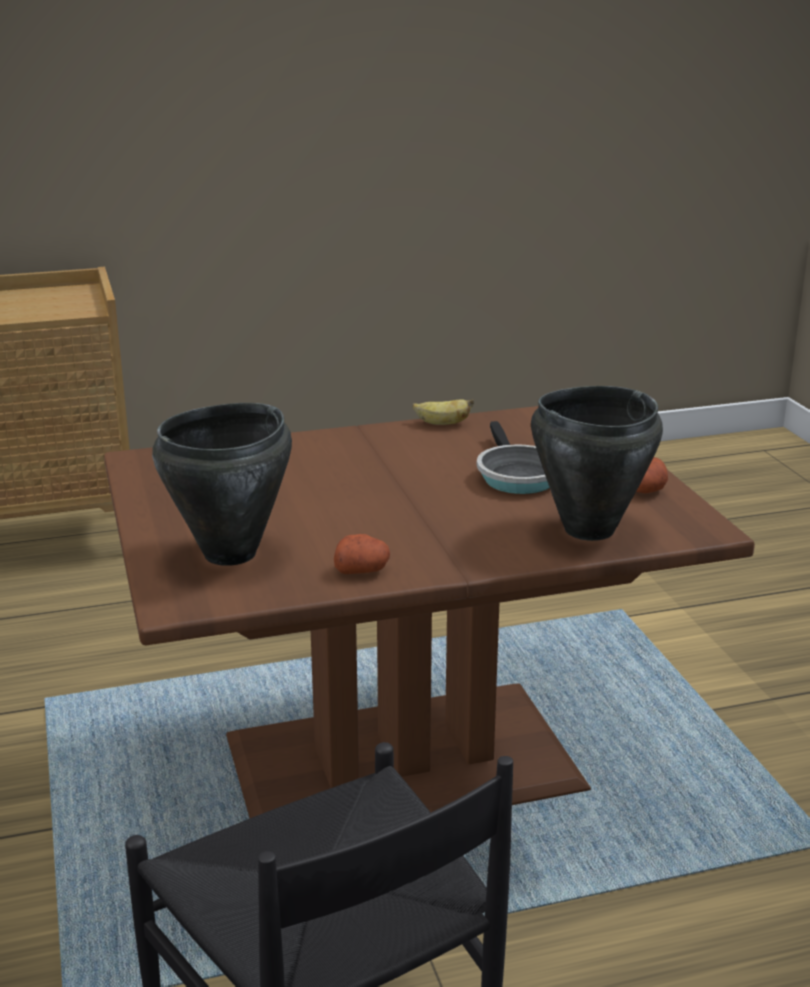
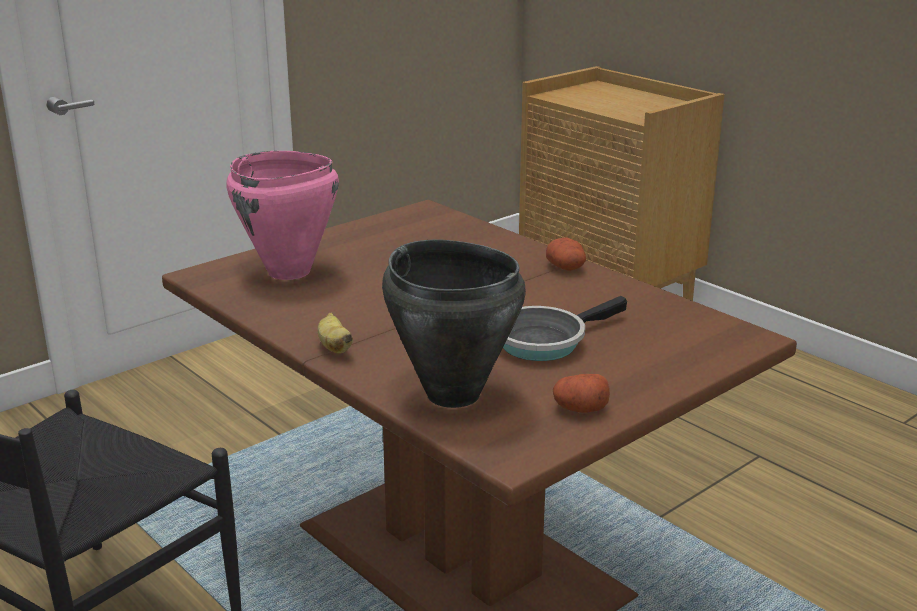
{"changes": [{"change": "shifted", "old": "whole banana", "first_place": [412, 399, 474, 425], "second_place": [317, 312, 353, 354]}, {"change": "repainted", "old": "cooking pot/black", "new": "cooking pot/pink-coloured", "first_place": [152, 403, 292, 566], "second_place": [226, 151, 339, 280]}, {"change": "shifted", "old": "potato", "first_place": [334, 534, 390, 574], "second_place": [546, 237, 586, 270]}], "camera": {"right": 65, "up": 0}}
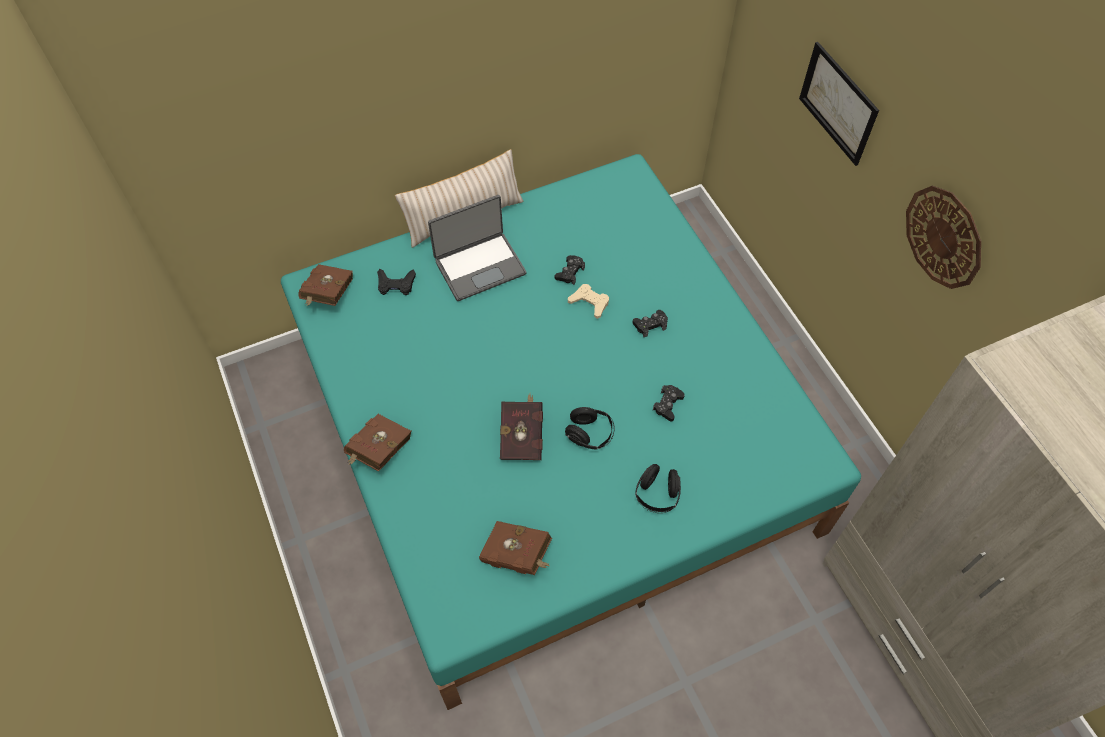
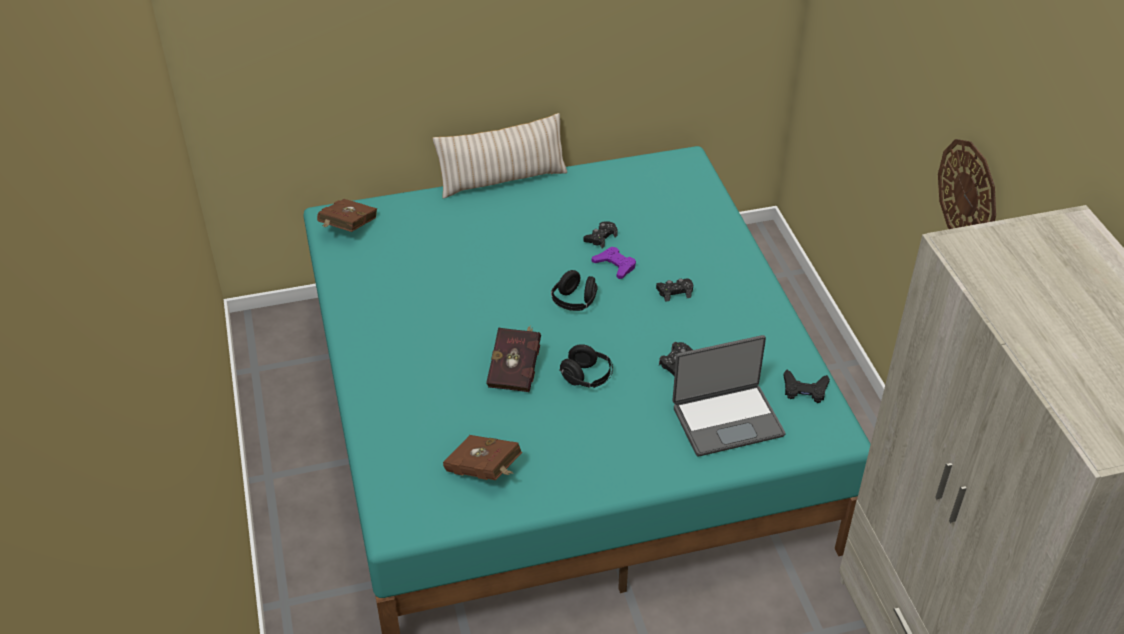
{"changes": [{"change": "gone", "old": "wall art", "first_place": [799, 42, 879, 166]}, {"change": "shifted", "old": "notebook computer", "first_place": [428, 195, 526, 301], "second_place": [672, 335, 785, 457]}, {"change": "shifted", "old": "joypad/black", "first_place": [377, 269, 416, 295], "second_place": [783, 370, 830, 403]}, {"change": "repainted", "old": "joypad/sand-coloured", "new": "joypad/purple", "first_place": [568, 284, 609, 319], "second_place": [592, 247, 636, 279]}, {"change": "gone", "old": "book/brown", "first_place": [344, 414, 412, 472]}, {"change": "shifted", "old": "pair of headphones/black", "first_place": [635, 464, 681, 513], "second_place": [551, 270, 598, 311]}], "camera": {"right": 10, "up": -15}}
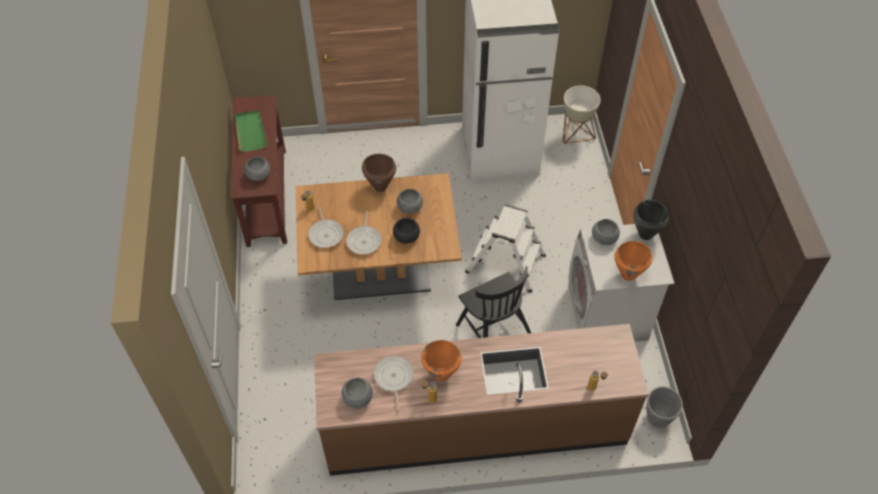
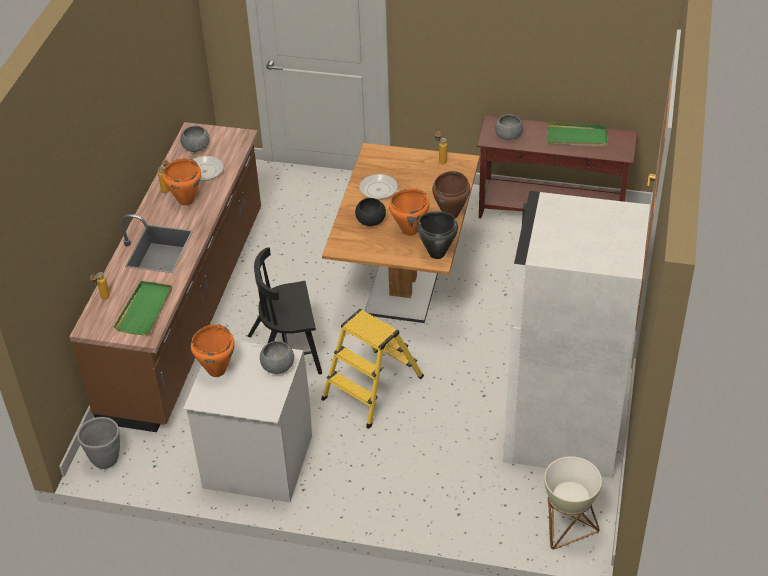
{"changes": [{"change": "swapped", "old": "deep dish/greyish", "new": "cooking pot/orange", "first_place": [397, 189, 423, 214], "second_place": [389, 189, 429, 236]}, {"change": "shifted", "old": "cooking pot/black", "first_place": [634, 200, 669, 240], "second_place": [417, 211, 458, 259]}, {"change": "repainted", "old": "stepladder/white-coloured", "new": "stepladder/yellow", "first_place": [465, 204, 546, 293], "second_place": [321, 309, 424, 429]}, {"change": "gone", "old": "pan", "first_place": [308, 206, 344, 248]}, {"change": "new", "new": "carrying tray/greenish", "second_place": [113, 281, 172, 335]}], "camera": {"right": 110, "up": -10}}
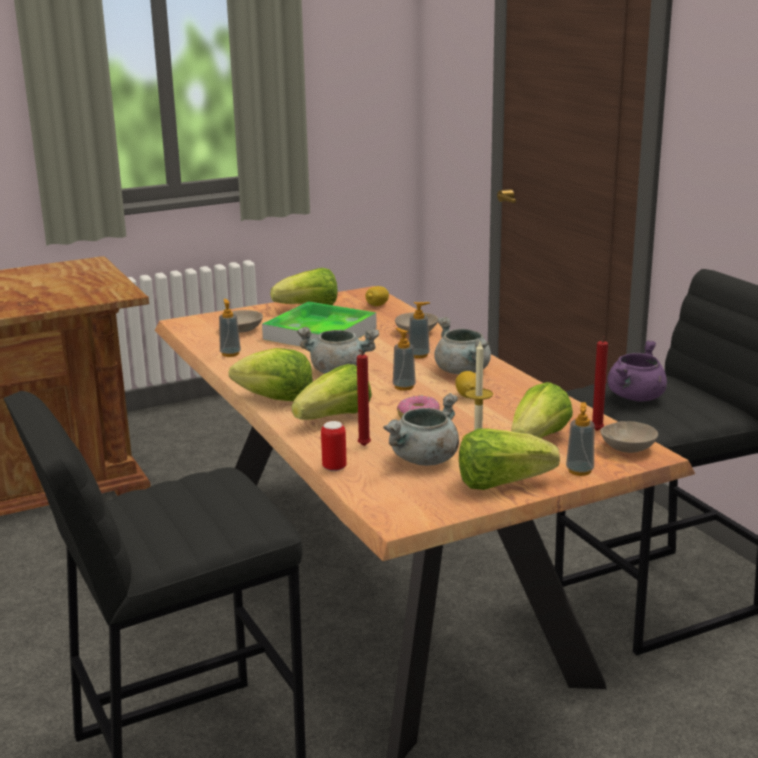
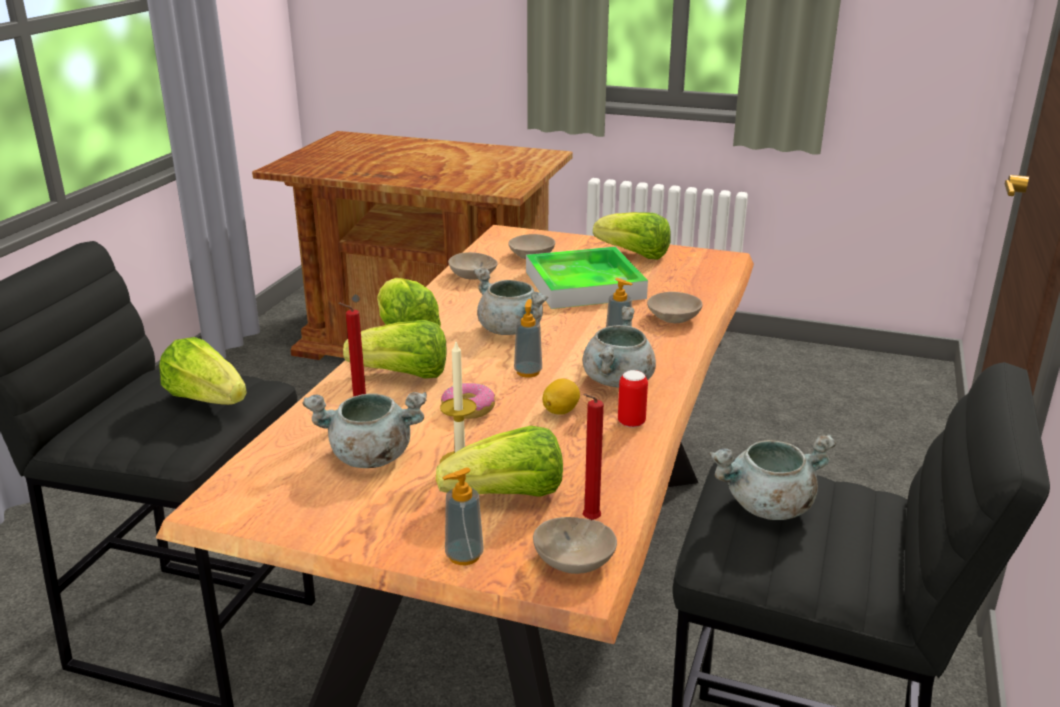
{"changes": [{"change": "gone", "old": "whole lemon", "first_place": [365, 286, 389, 306]}, {"change": "swapped", "old": "soap dispenser", "new": "deep dish/sand-coloured", "first_place": [219, 299, 241, 357], "second_place": [448, 252, 498, 280]}, {"change": "repainted", "old": "cooking pot/purple", "new": "cooking pot/greyish", "first_place": [607, 340, 667, 401], "second_place": [709, 434, 836, 520]}, {"change": "shifted", "old": "can", "first_place": [321, 421, 347, 471], "second_place": [618, 370, 648, 428]}, {"change": "shifted", "old": "lettuce", "first_place": [459, 428, 560, 490], "second_place": [159, 337, 247, 405]}], "camera": {"right": 45, "up": 5}}
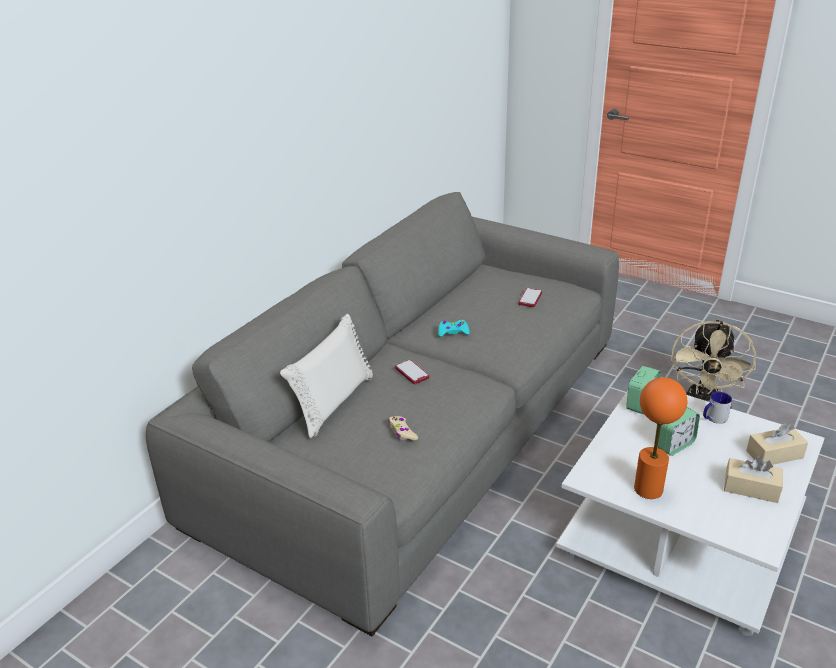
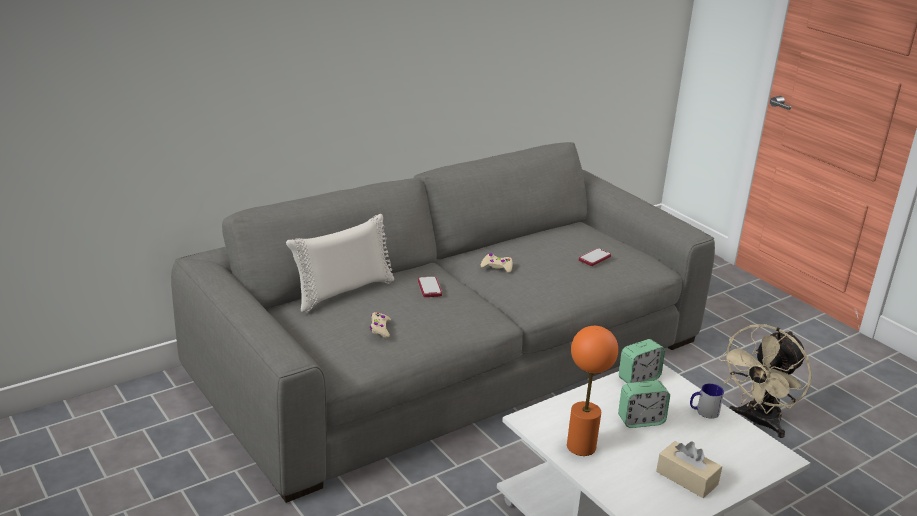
{"changes": [{"change": "repainted", "old": "joypad/turquoise-coloured", "new": "joypad/sand-coloured", "first_place": [438, 320, 470, 337], "second_place": [481, 253, 512, 273]}, {"change": "gone", "old": "tissue holder/sand-coloured", "first_place": [746, 423, 808, 465]}], "camera": {"right": 20, "up": -5}}
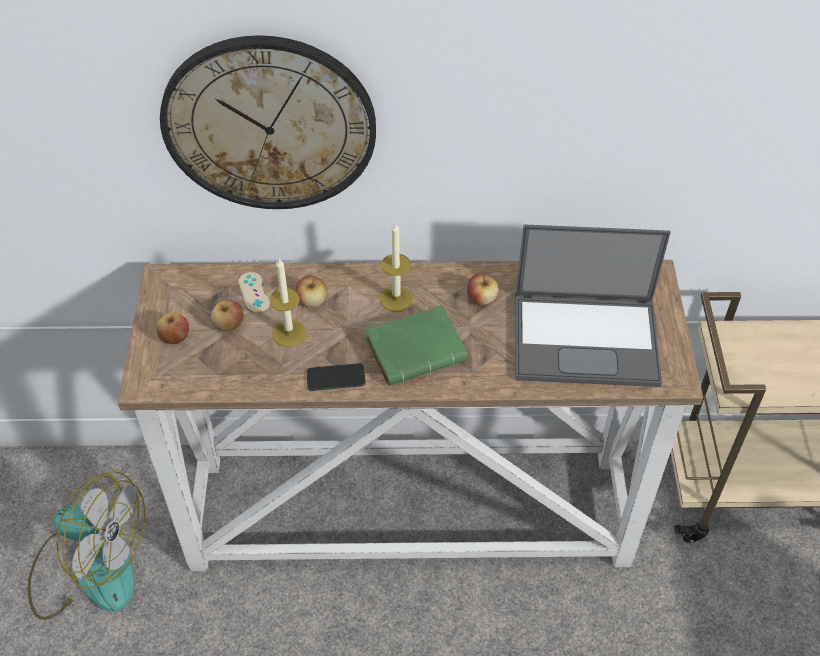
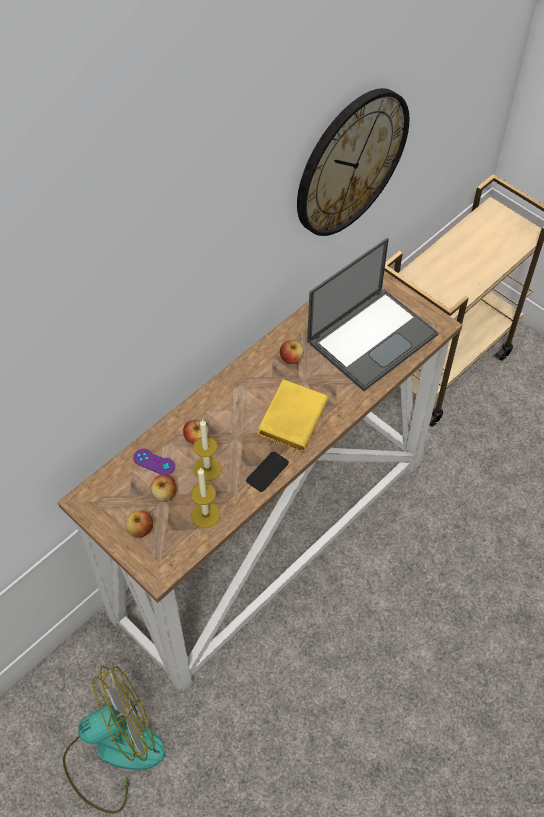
{"changes": [{"change": "shifted", "old": "hanging clock", "first_place": [160, 35, 376, 209], "second_place": [297, 88, 410, 236]}, {"change": "shifted", "old": "wax candle", "first_place": [380, 222, 413, 312], "second_place": [191, 467, 220, 528]}, {"change": "repainted", "old": "joypad/sand-coloured", "new": "joypad/purple", "first_place": [238, 272, 270, 313], "second_place": [133, 449, 175, 475]}, {"change": "repainted", "old": "book/greenish", "new": "book/yellow", "first_place": [365, 305, 468, 386], "second_place": [257, 379, 328, 451]}], "camera": {"right": -45, "up": 5}}
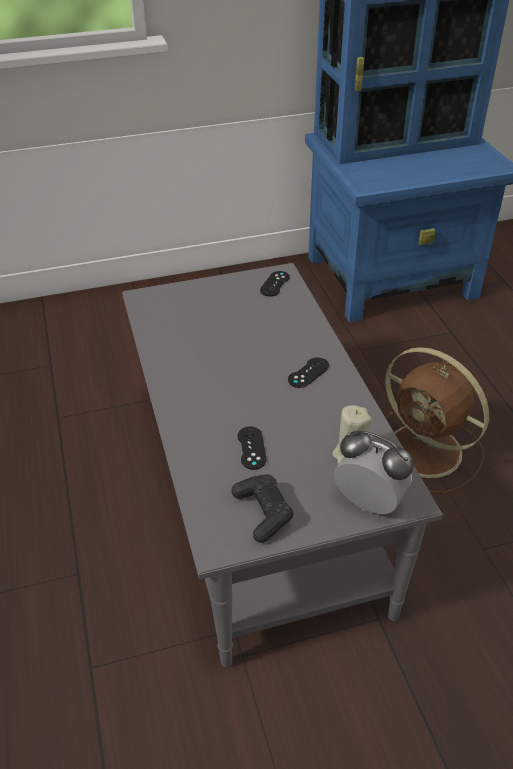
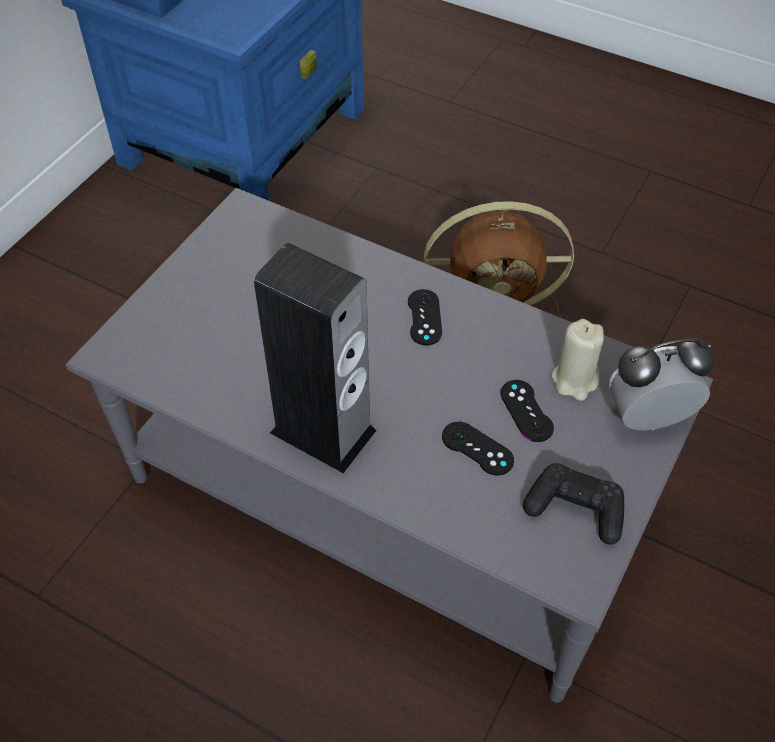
{"changes": [{"change": "shifted", "old": "joypad/black", "first_place": [260, 271, 289, 297], "second_place": [500, 380, 554, 442]}, {"change": "new", "new": "speaker", "second_place": [254, 243, 377, 473]}], "camera": {"right": -45, "up": 10}}
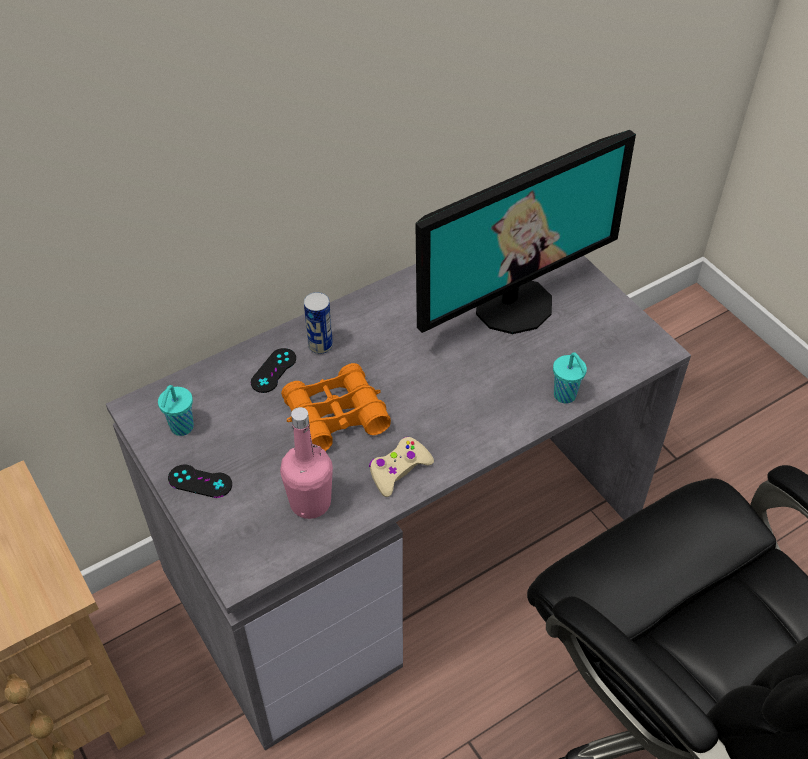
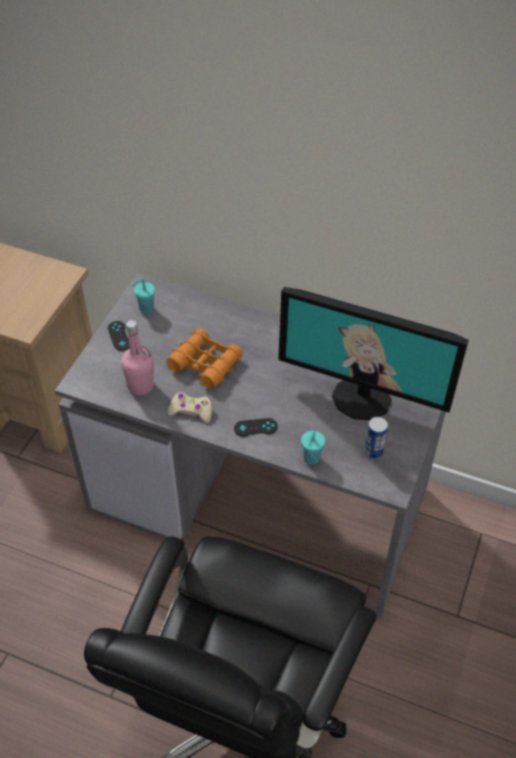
{"changes": [{"change": "shifted", "old": "can", "first_place": [304, 292, 333, 354], "second_place": [364, 417, 388, 460]}, {"change": "shifted", "old": "joypad/black", "first_place": [251, 348, 296, 393], "second_place": [234, 418, 278, 437]}], "camera": {"right": 55, "up": 0}}
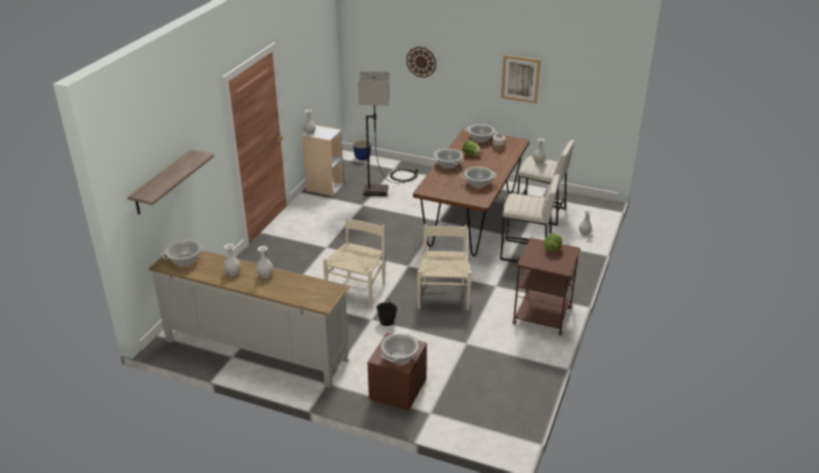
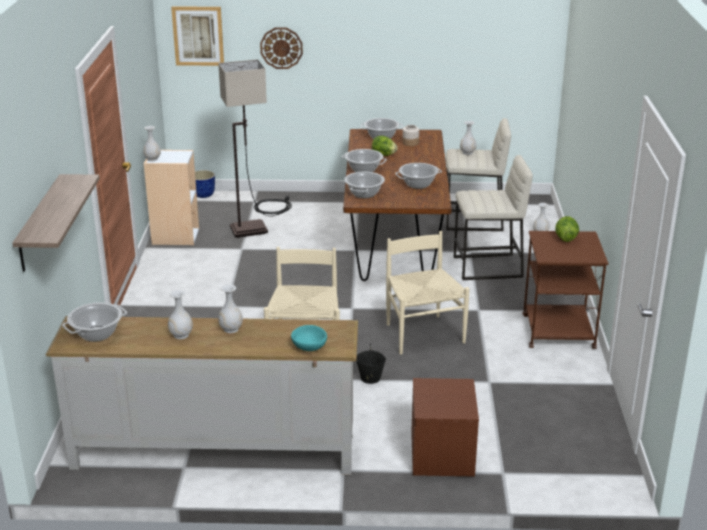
{"changes": [{"change": "shifted", "old": "wall art", "first_place": [501, 55, 541, 104], "second_place": [171, 6, 224, 66]}, {"change": "shifted", "old": "cooking pot", "first_place": [381, 334, 419, 364], "second_place": [344, 172, 385, 198]}, {"change": "new", "new": "deep dish/turquoise-coloured", "second_place": [291, 325, 327, 351]}], "camera": {"right": -20, "up": -5}}
